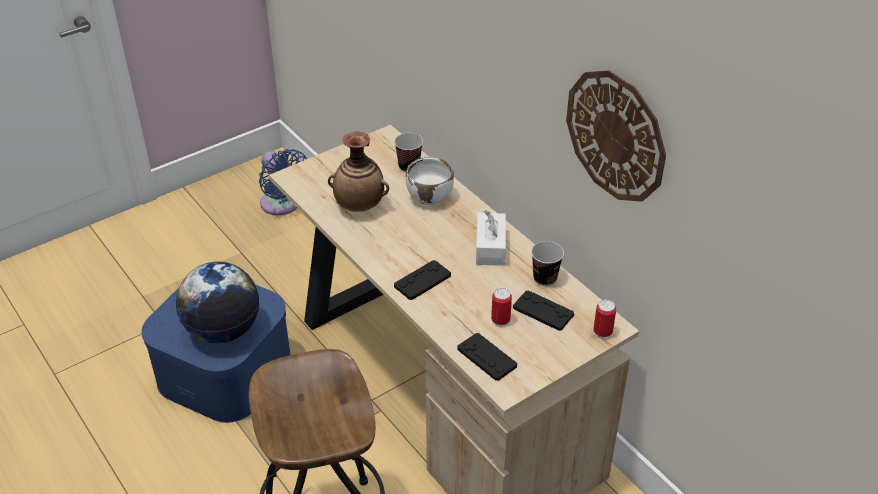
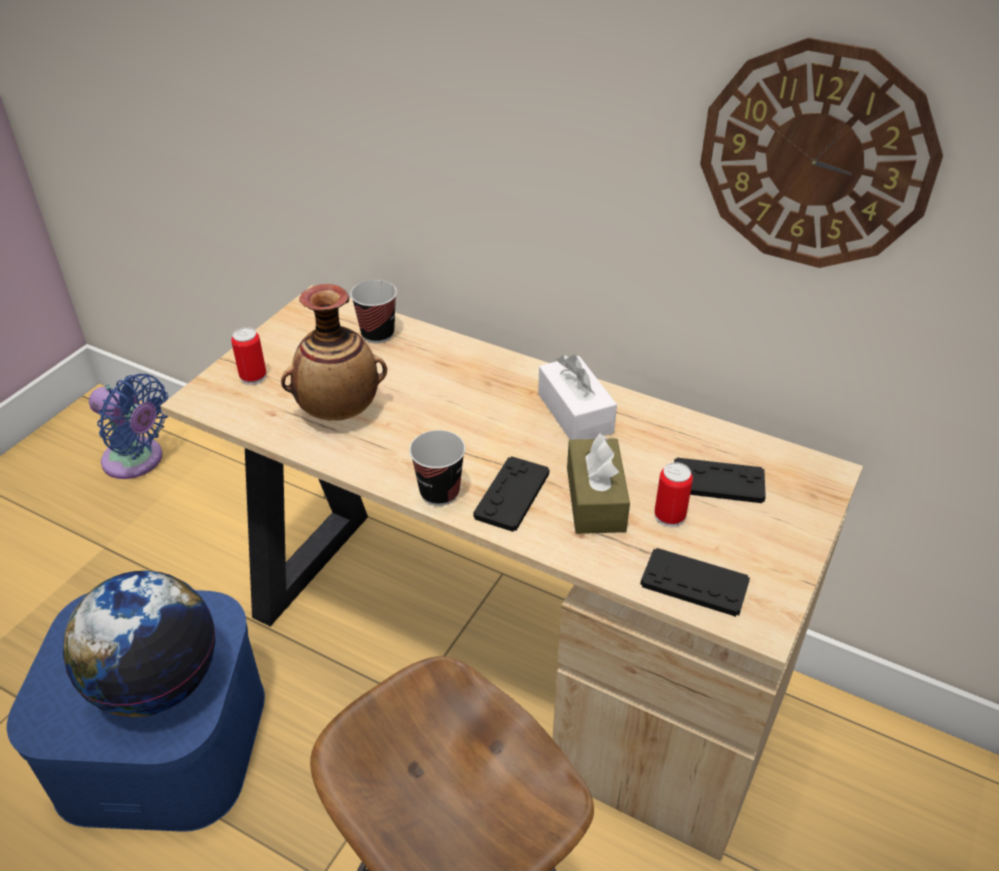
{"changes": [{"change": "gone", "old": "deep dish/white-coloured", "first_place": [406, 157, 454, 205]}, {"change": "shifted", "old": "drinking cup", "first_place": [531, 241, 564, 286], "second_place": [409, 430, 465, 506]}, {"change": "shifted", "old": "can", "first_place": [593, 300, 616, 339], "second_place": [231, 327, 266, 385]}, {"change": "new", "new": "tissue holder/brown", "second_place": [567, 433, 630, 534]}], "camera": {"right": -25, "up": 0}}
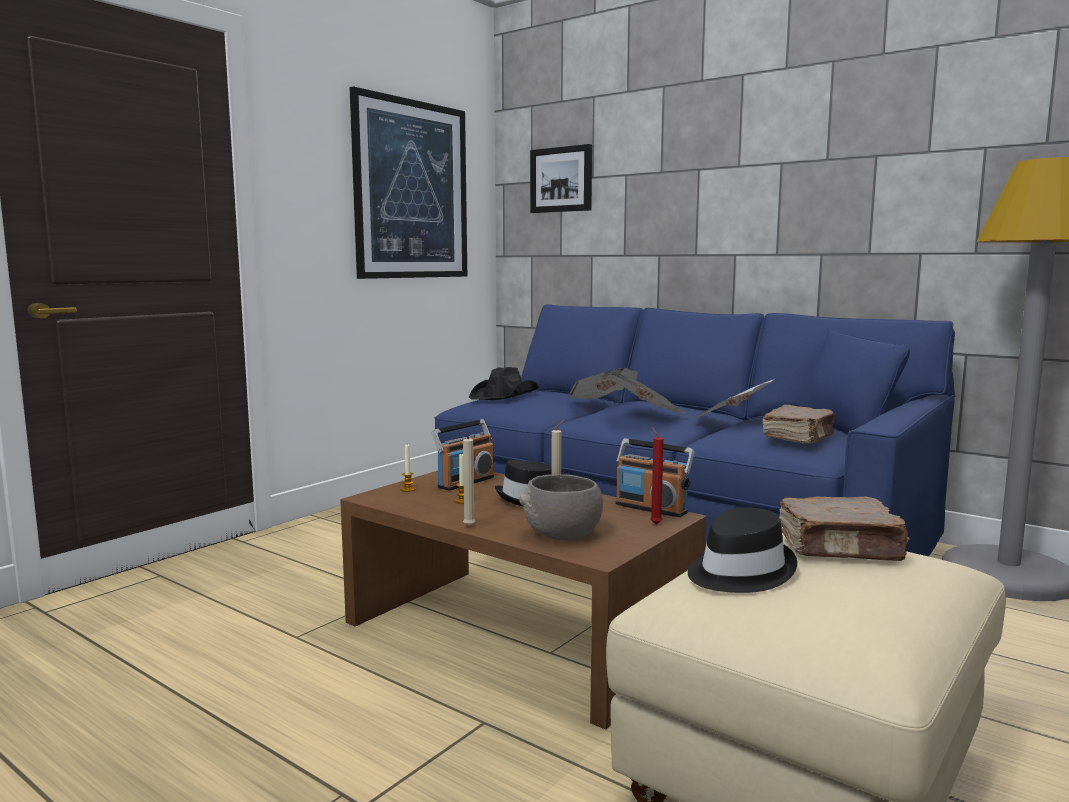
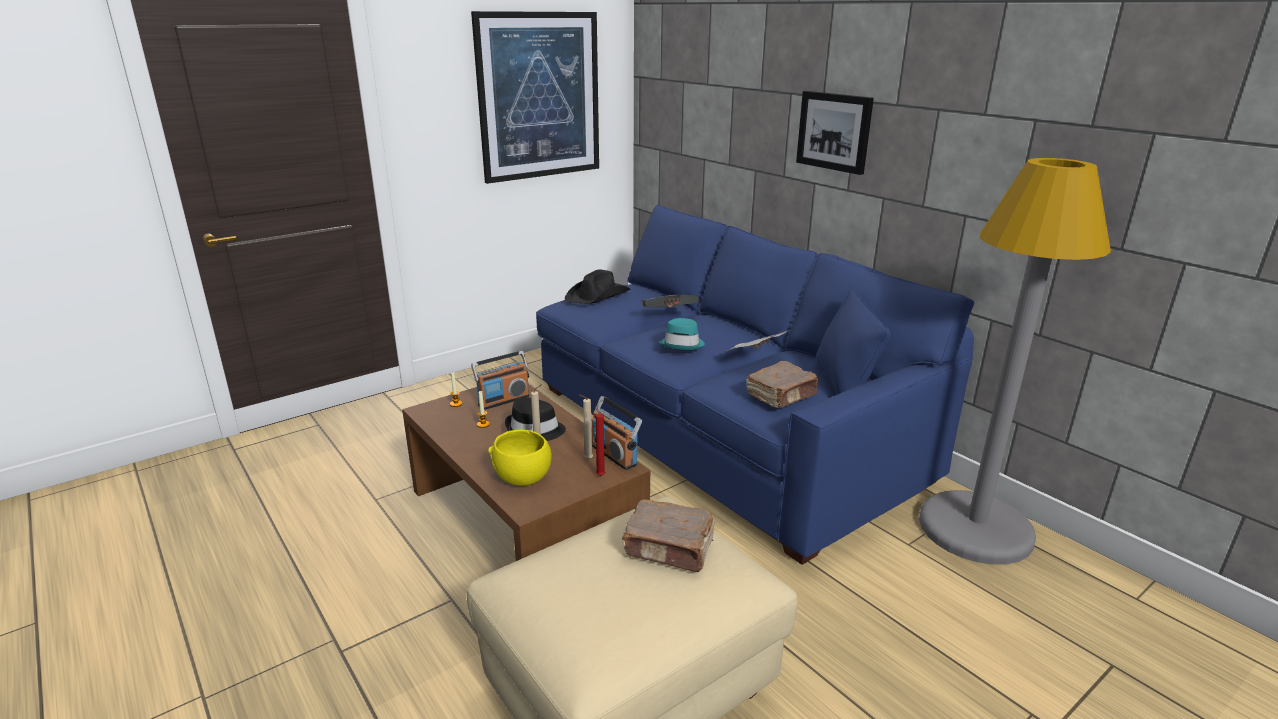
{"changes": [{"change": "shifted", "old": "wall art", "first_place": [530, 144, 592, 213], "second_place": [796, 91, 874, 175]}, {"change": "swapped", "old": "newspaper", "new": "hat/turquoise-coloured", "first_place": [606, 373, 686, 413], "second_place": [659, 318, 705, 350]}, {"change": "shifted", "old": "wax candle/sand-coloured", "first_place": [459, 431, 475, 527], "second_place": [579, 395, 593, 459]}, {"change": "repainted", "old": "deep dish/greyish", "new": "deep dish/yellow", "first_place": [519, 474, 603, 540], "second_place": [488, 430, 551, 486]}, {"change": "gone", "old": "hat/black", "first_place": [688, 507, 797, 593]}], "camera": {"right": 15, "up": 15}}
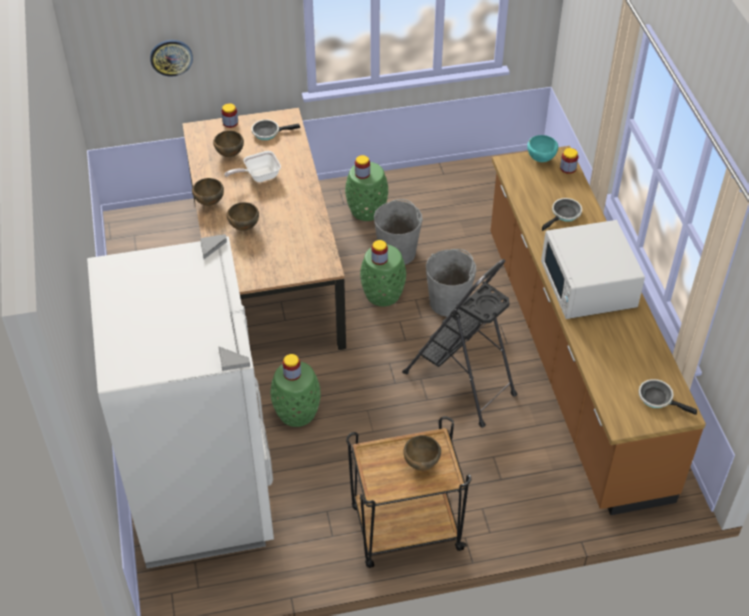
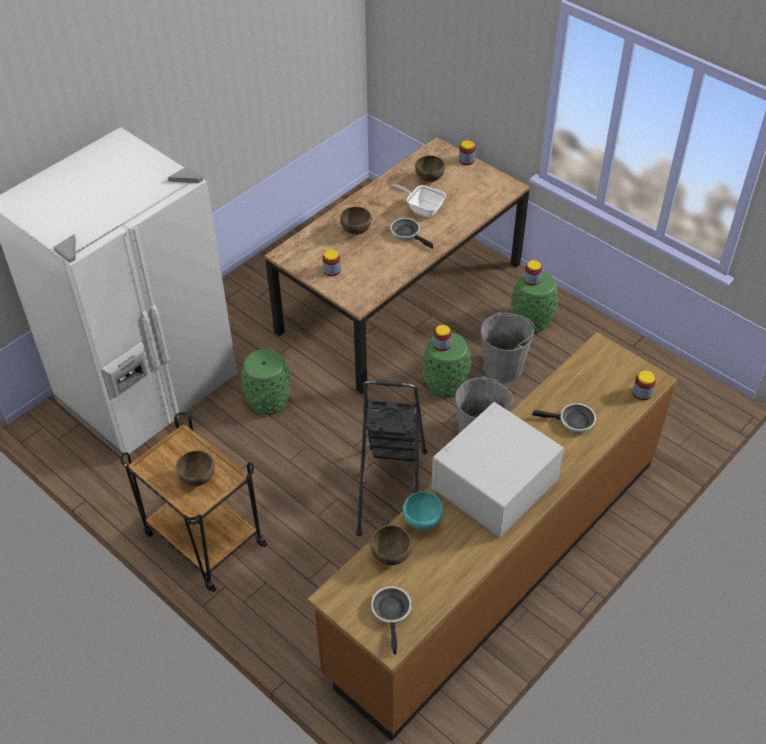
{"changes": [{"change": "gone", "old": "hanging clock", "first_place": [150, 40, 193, 77]}, {"change": "shifted", "old": "pan", "first_place": [251, 119, 300, 140], "second_place": [390, 218, 433, 249]}, {"change": "shifted", "old": "deep dish/turquoise-coloured", "first_place": [527, 135, 558, 162], "second_place": [403, 491, 443, 530]}, {"change": "shifted", "old": "deep dish/brown", "first_place": [192, 178, 224, 206], "second_place": [370, 525, 412, 565]}, {"change": "shifted", "old": "jar", "first_place": [283, 354, 301, 381], "second_place": [323, 249, 341, 276]}], "camera": {"right": 55, "up": 0}}
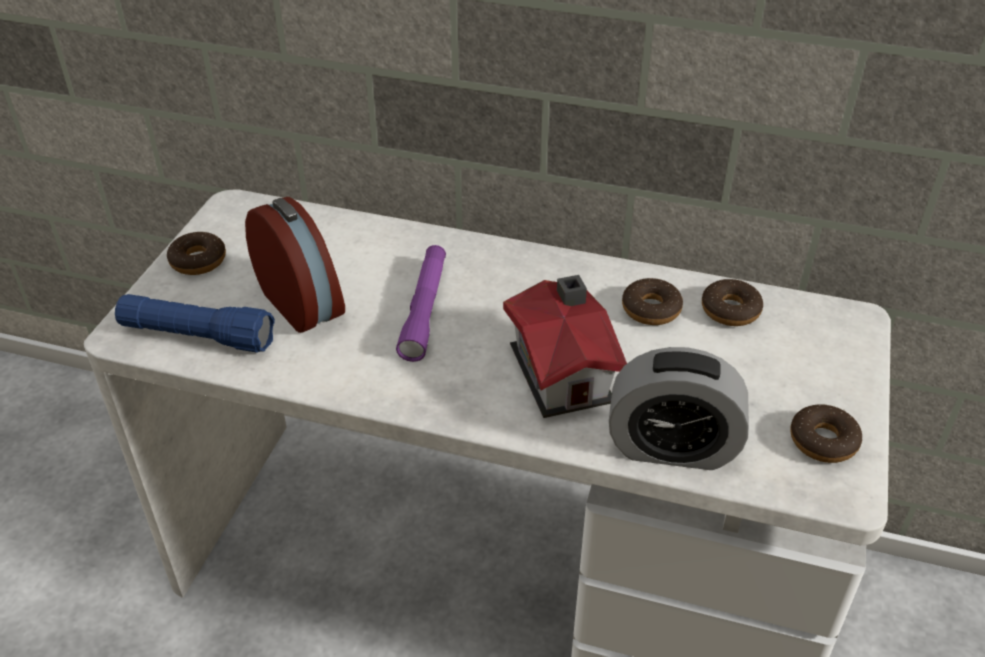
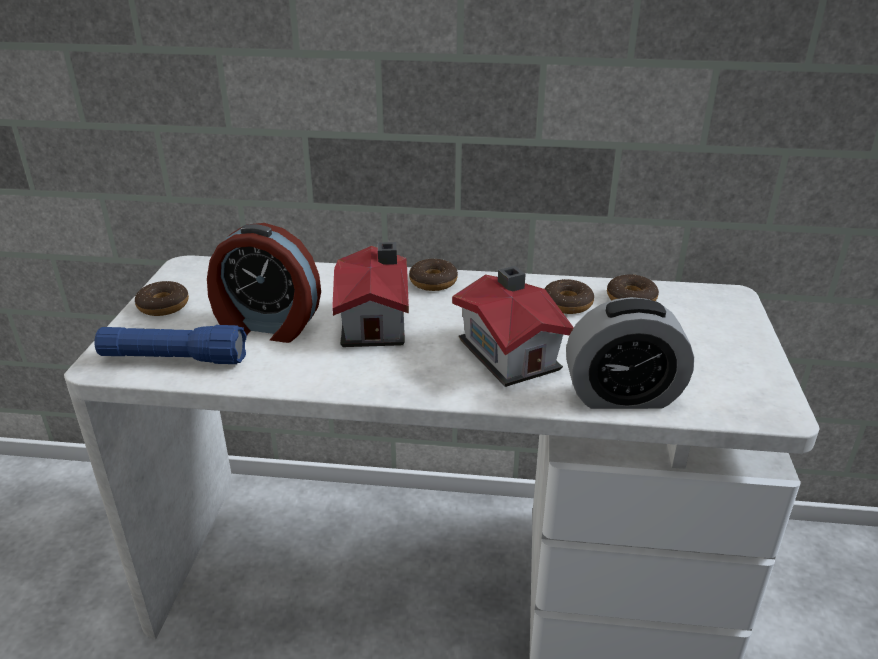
{"changes": [{"change": "rotated", "old": "alarm clock", "first_place": [245, 197, 345, 333], "second_place": [207, 223, 321, 343], "degrees": 150}, {"change": "swapped", "old": "flashlight/purple", "new": "model house", "first_place": [396, 245, 446, 362], "second_place": [332, 242, 409, 347]}, {"change": "shifted", "old": "donut", "first_place": [790, 404, 862, 463], "second_place": [409, 259, 458, 291]}], "camera": {"right": -10, "up": -10}}
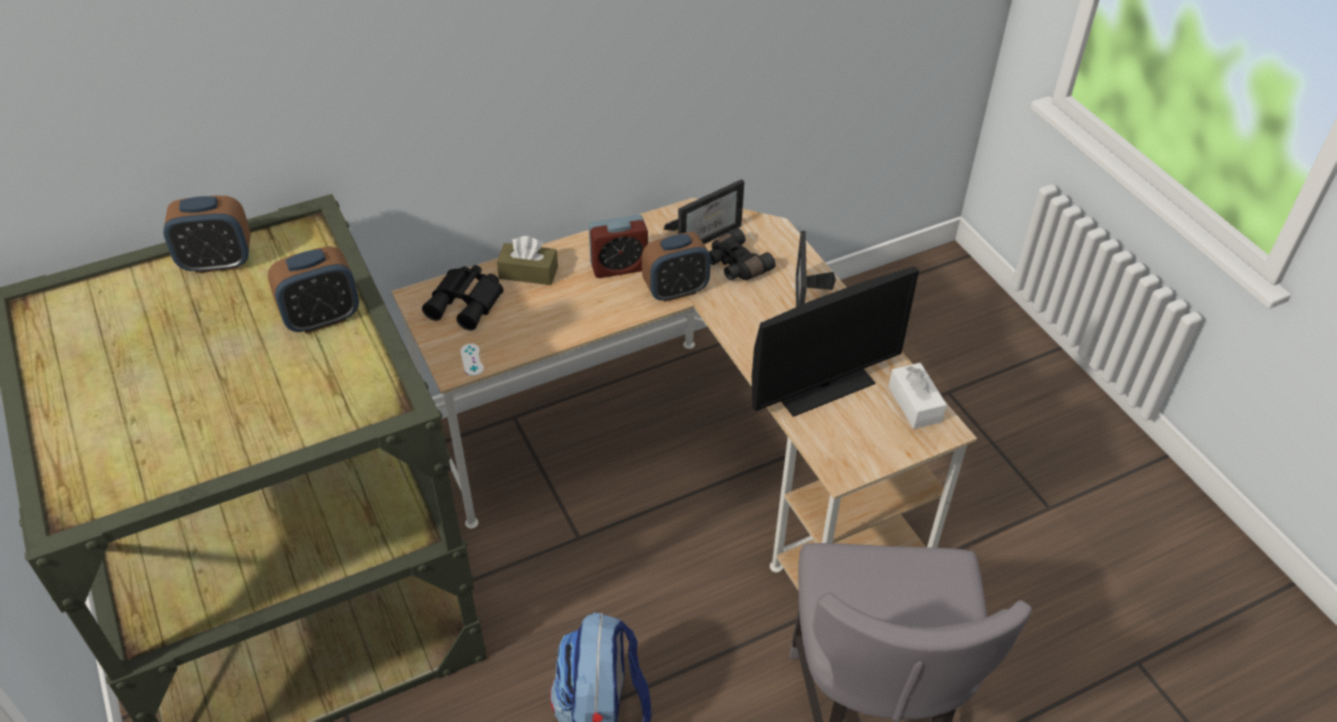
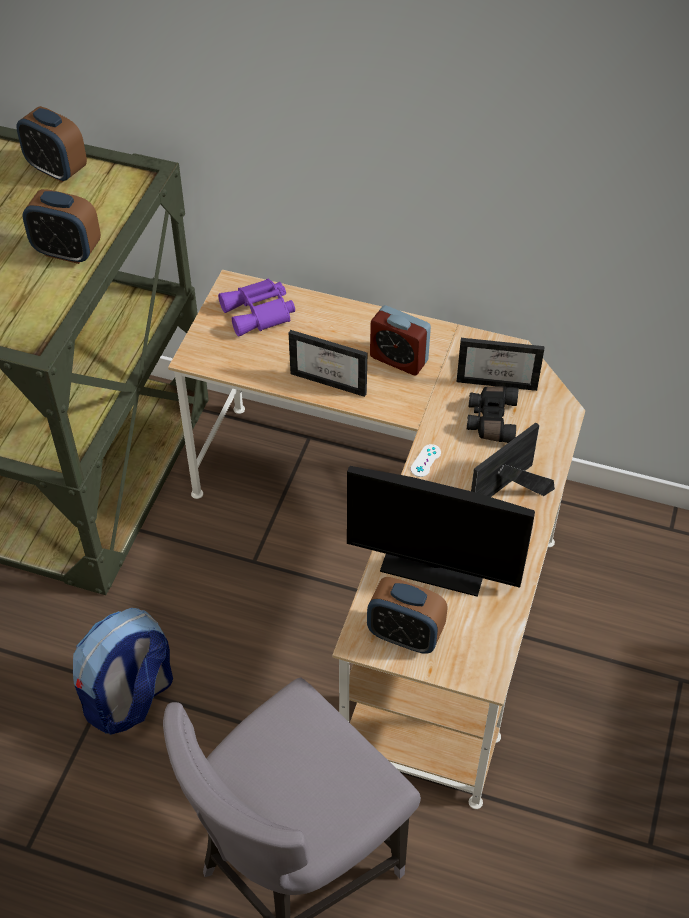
{"changes": [{"change": "shifted", "old": "alarm clock", "first_place": [642, 232, 711, 302], "second_place": [367, 577, 447, 654]}, {"change": "gone", "old": "tissue holder/brown", "first_place": [497, 236, 558, 285]}, {"change": "repainted", "old": "binoculars/black", "new": "binoculars/purple", "first_place": [422, 265, 503, 331], "second_place": [218, 279, 295, 337]}, {"change": "shifted", "old": "joypad/white-coloured", "first_place": [460, 344, 484, 376], "second_place": [411, 444, 441, 477]}, {"change": "gone", "old": "tissue holder/white-coloured", "first_place": [888, 363, 947, 429]}, {"change": "new", "new": "standing frame", "second_place": [289, 330, 367, 397]}], "camera": {"right": 45, "up": 5}}
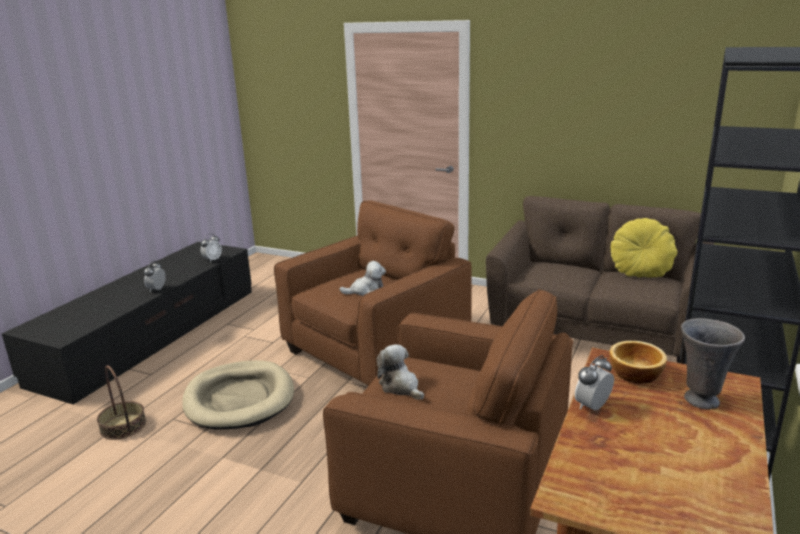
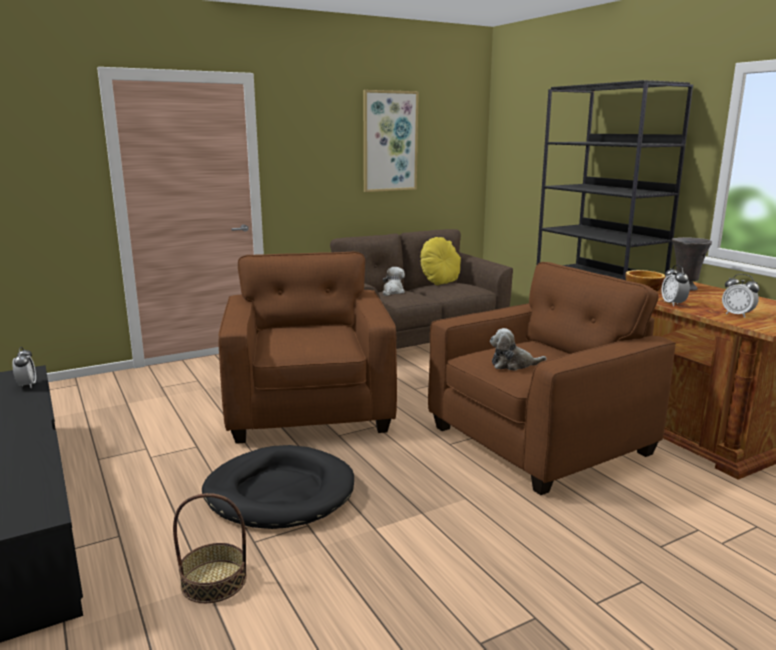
{"changes": [{"change": "shifted", "old": "alarm clock", "first_place": [144, 261, 166, 292], "second_place": [722, 274, 759, 318]}, {"change": "shifted", "old": "cuddly toy", "first_place": [339, 261, 386, 296], "second_place": [383, 267, 405, 296]}, {"change": "repainted", "old": "pet bed/sand-coloured", "new": "pet bed/black", "first_place": [182, 360, 294, 430], "second_place": [202, 445, 354, 529]}, {"change": "new", "new": "wall art", "second_place": [363, 90, 419, 192]}], "camera": {"right": -55, "up": -5}}
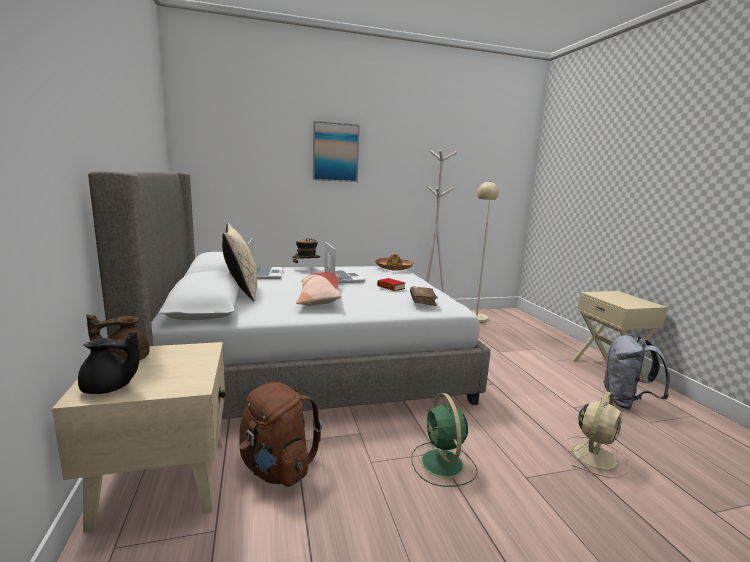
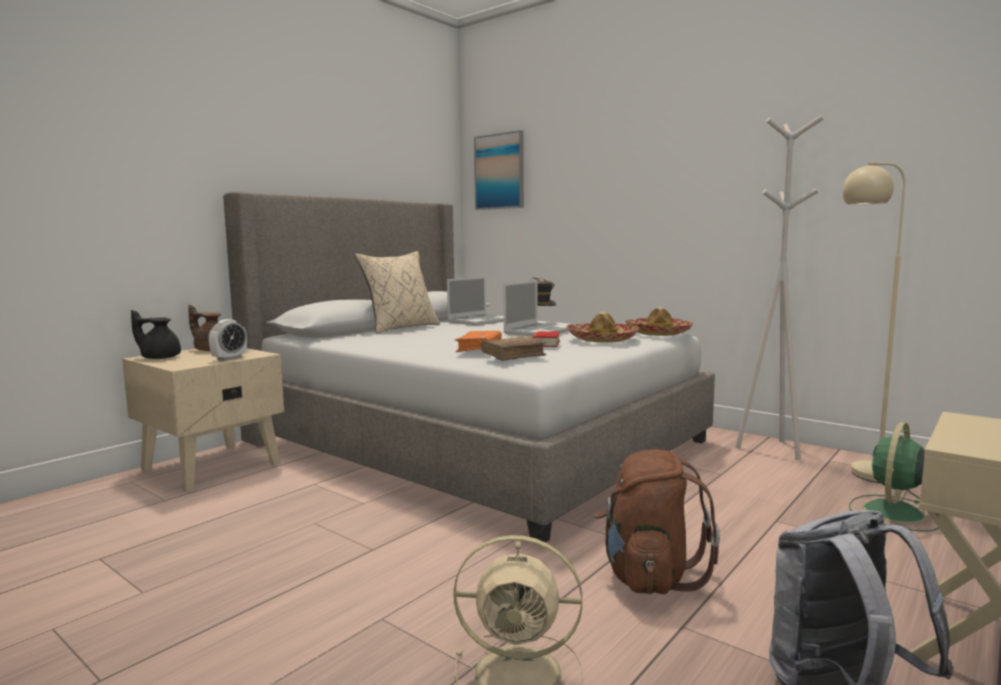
{"changes": [{"change": "shifted", "old": "wall art", "first_place": [313, 121, 360, 182], "second_place": [474, 130, 524, 210]}, {"change": "gone", "old": "throw pillow", "first_place": [296, 272, 341, 306]}, {"change": "rotated", "old": "pot for tea/black", "first_place": [78, 332, 140, 394], "second_place": [131, 310, 181, 359], "degrees": 135}, {"change": "shifted", "old": "knapsack/brown", "first_place": [239, 382, 322, 487], "second_place": [594, 449, 720, 594]}, {"change": "shifted", "old": "electric fan/greenish", "first_place": [411, 393, 478, 487], "second_place": [849, 422, 939, 532]}, {"change": "new", "new": "hat", "second_place": [566, 312, 639, 343]}, {"change": "new", "new": "alarm clock", "second_place": [209, 319, 247, 361]}, {"change": "new", "new": "book/orange", "second_place": [455, 331, 502, 352]}], "camera": {"right": 55, "up": -5}}
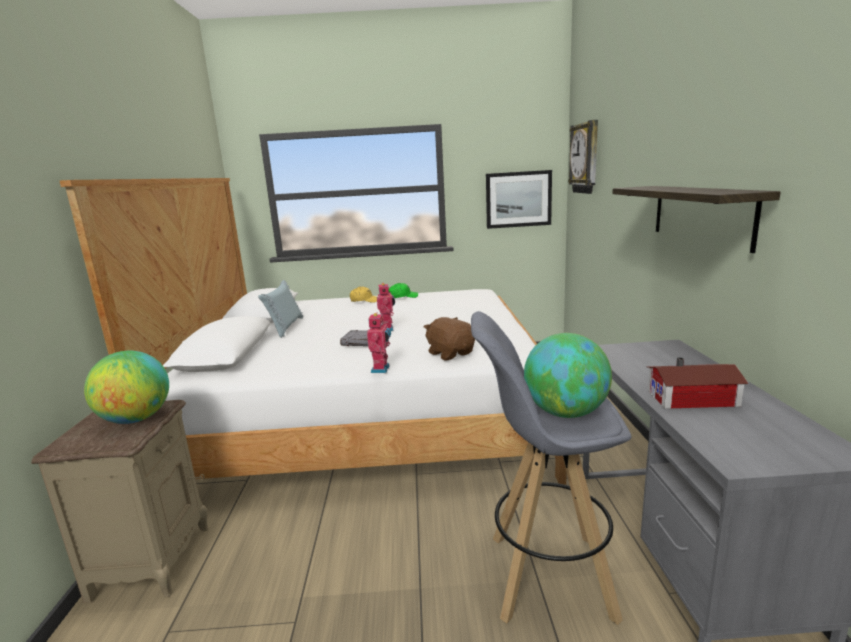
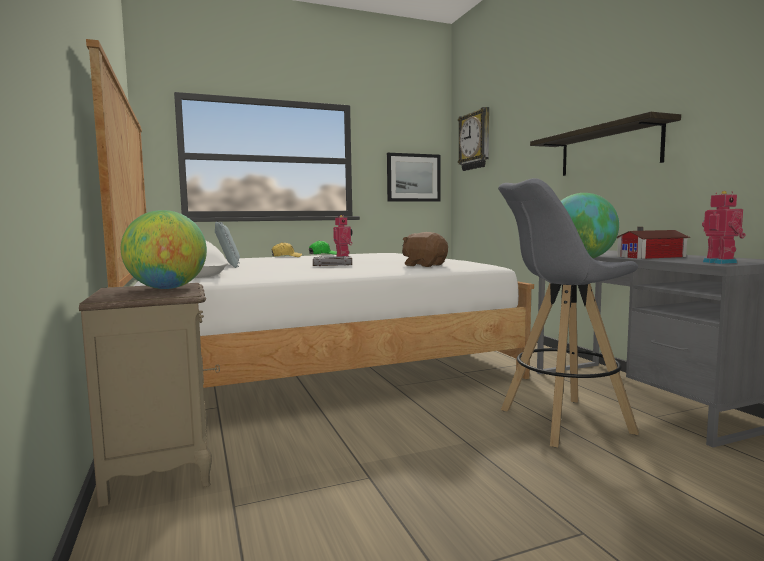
{"changes": [{"change": "shifted", "old": "toy robot", "first_place": [367, 312, 391, 373], "second_place": [702, 191, 746, 264]}], "camera": {"right": -20, "up": -10}}
